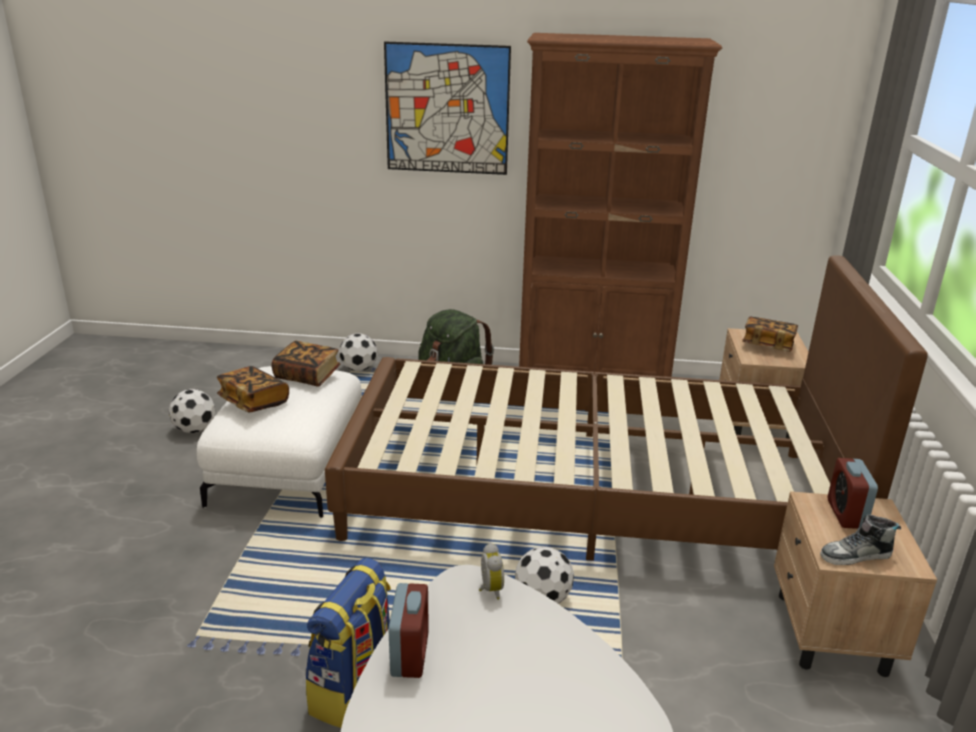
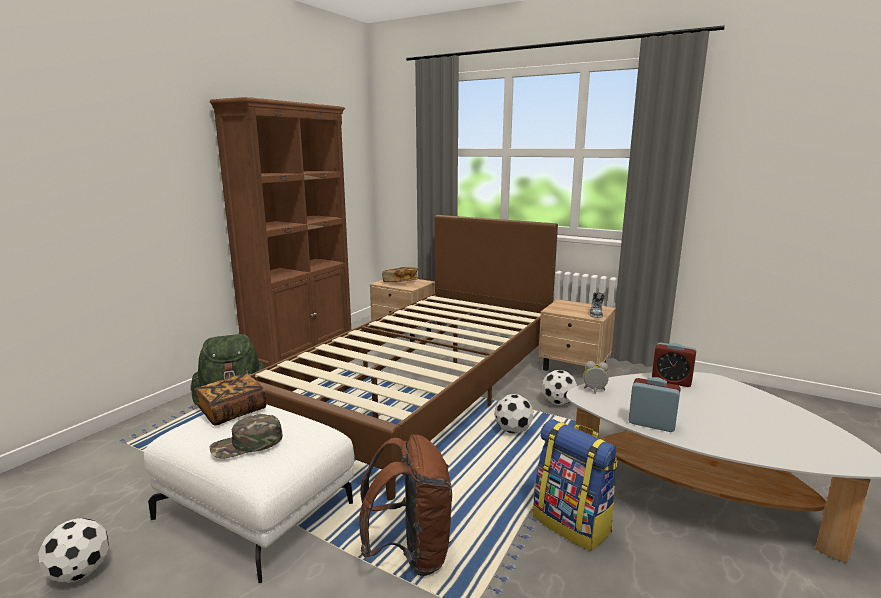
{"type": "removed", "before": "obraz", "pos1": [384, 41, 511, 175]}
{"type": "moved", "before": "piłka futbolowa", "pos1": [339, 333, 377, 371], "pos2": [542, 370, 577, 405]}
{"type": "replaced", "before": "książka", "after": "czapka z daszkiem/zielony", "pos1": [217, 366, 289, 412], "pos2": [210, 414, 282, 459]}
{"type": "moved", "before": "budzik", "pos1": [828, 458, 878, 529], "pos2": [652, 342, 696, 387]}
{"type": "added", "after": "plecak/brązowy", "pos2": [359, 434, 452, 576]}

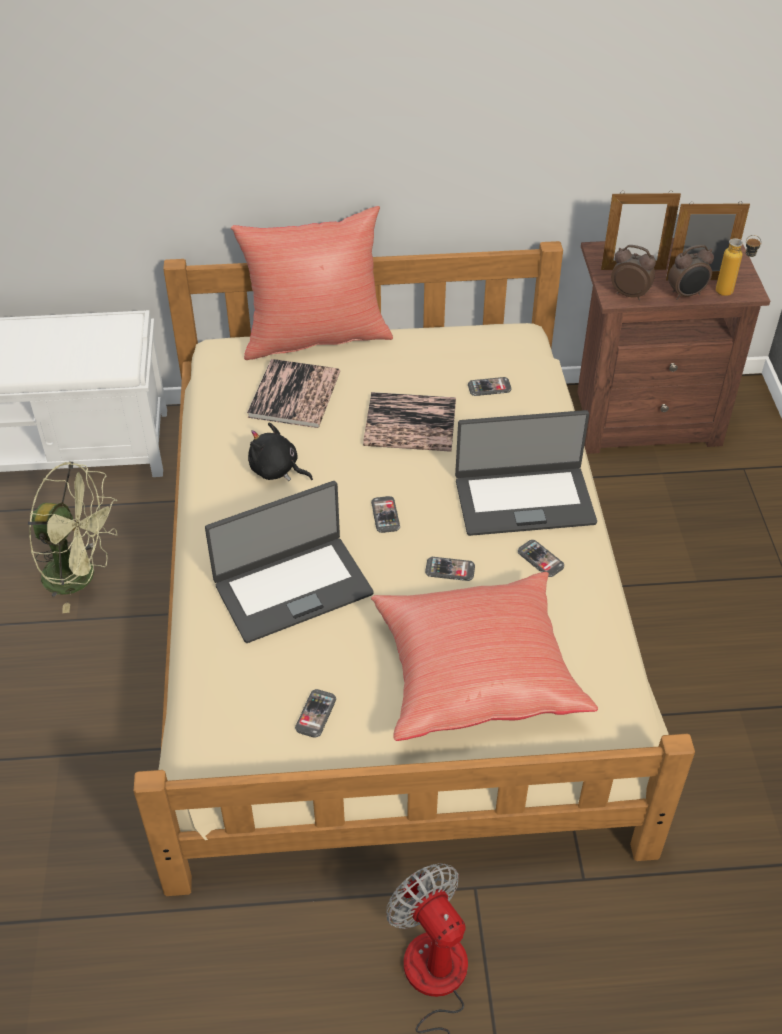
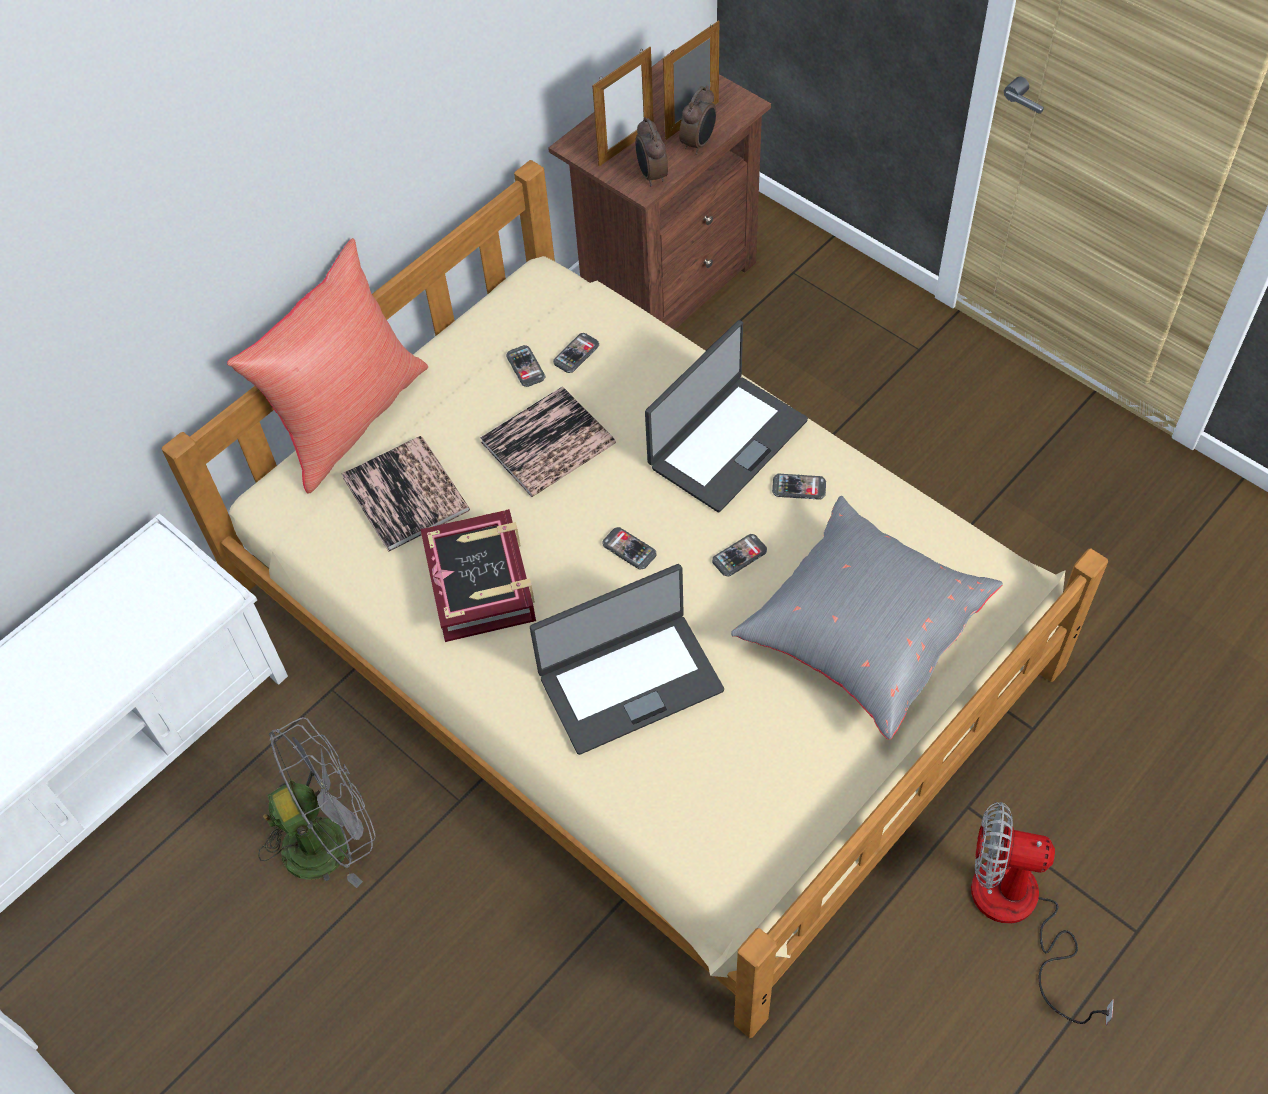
{"type": "removed", "before": "butelka", "pos1": [716, 235, 762, 296]}
{"type": "turned", "before": "budzik", "pos1": [611, 245, 656, 300], "pos2": [635, 117, 668, 187], "turn": -90}
{"type": "replaced", "before": "pluszak/czarny", "after": "książka", "pos1": [248, 423, 313, 481], "pos2": [420, 509, 536, 642]}
{"type": "recoloured", "before": "wentylator/zielony", "after": "wentylator/szary", "pos1": [28, 462, 117, 613], "pos2": [258, 717, 376, 888]}
{"type": "turned", "before": "laptop", "pos1": [205, 481, 374, 643], "pos2": [530, 564, 724, 755], "turn": 45}
{"type": "recoloured", "before": "poduszka/czerwony", "after": "poduszka/szary", "pos1": [371, 572, 598, 741], "pos2": [731, 496, 1003, 739]}
{"type": "moved", "before": "telefon", "pos1": [295, 689, 336, 738], "pos2": [506, 345, 546, 387]}

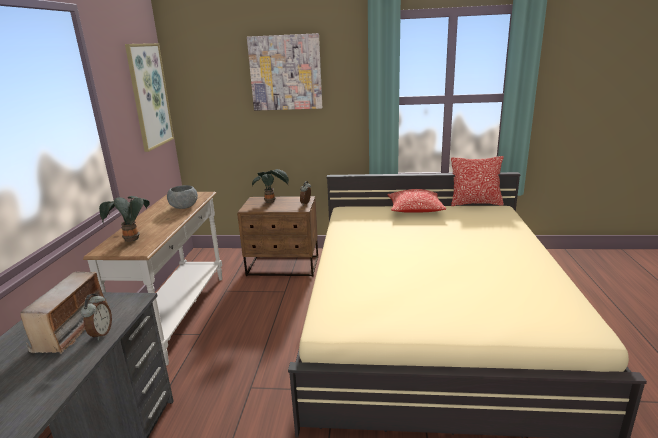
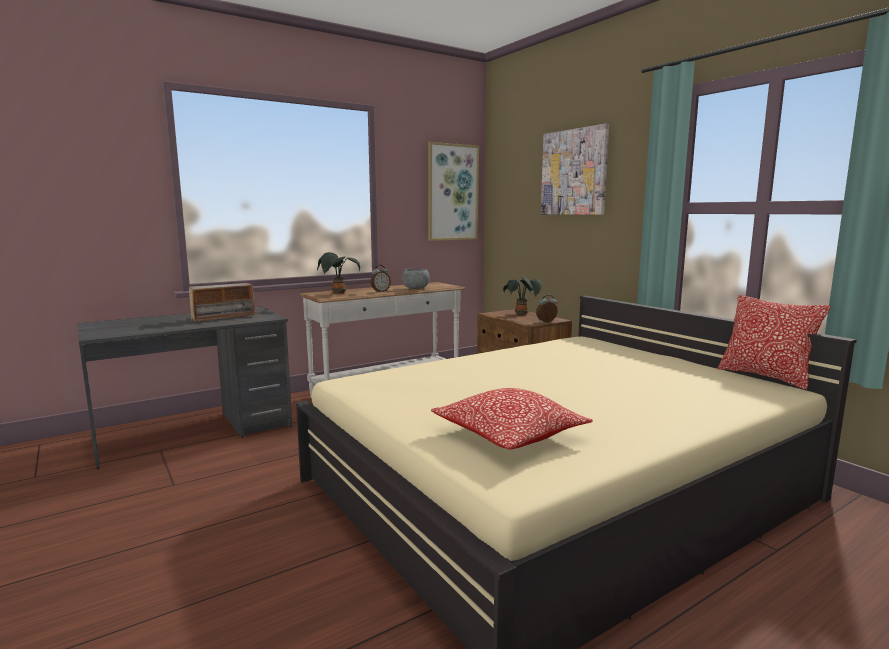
{"type": "moved", "before": "poduszka", "pos1": [388, 189, 446, 213], "pos2": [431, 388, 593, 449]}
{"type": "moved", "before": "budzik", "pos1": [81, 294, 112, 340], "pos2": [371, 265, 391, 292]}

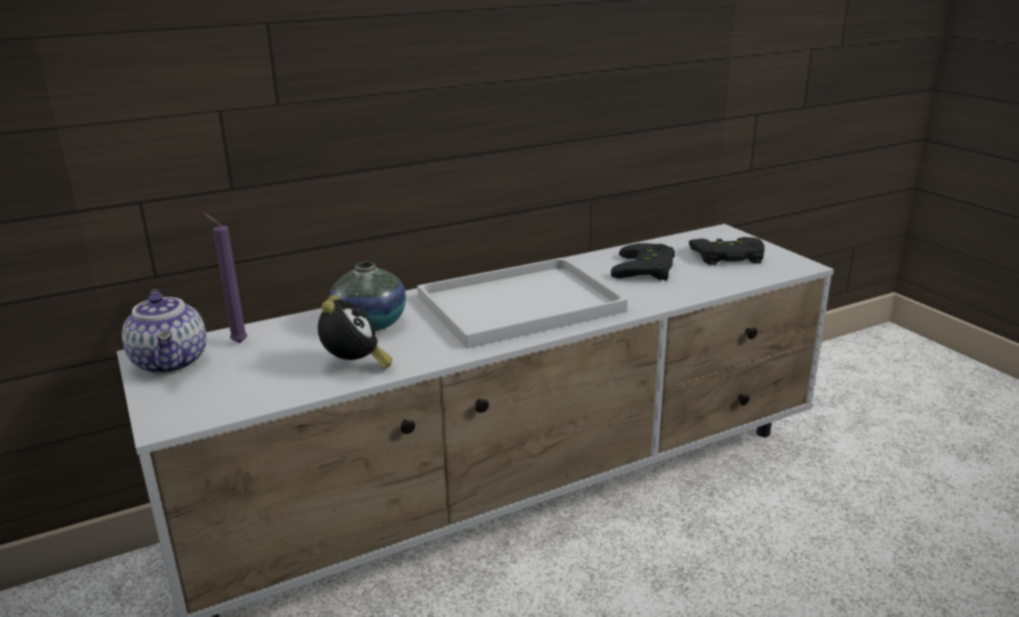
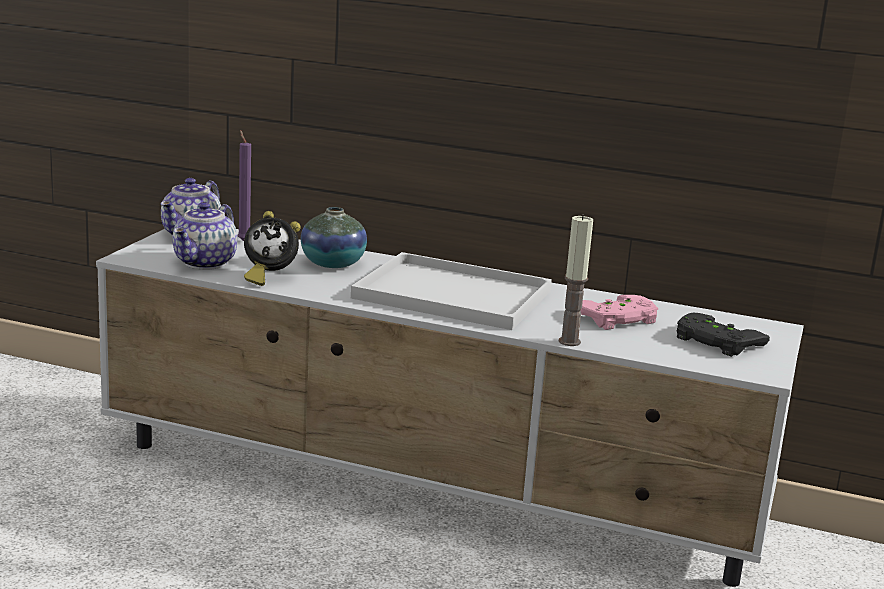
{"type": "recoloured", "before": "pad do gier/czarny", "after": "pad do gier/różowy", "pos1": [611, 243, 675, 281], "pos2": [581, 295, 658, 330]}
{"type": "turned", "before": "budzik", "pos1": [318, 295, 392, 369], "pos2": [244, 211, 301, 286], "turn": 60}
{"type": "added", "after": "imbryk", "pos2": [172, 202, 237, 270]}
{"type": "added", "after": "świeca", "pos2": [559, 215, 593, 346]}

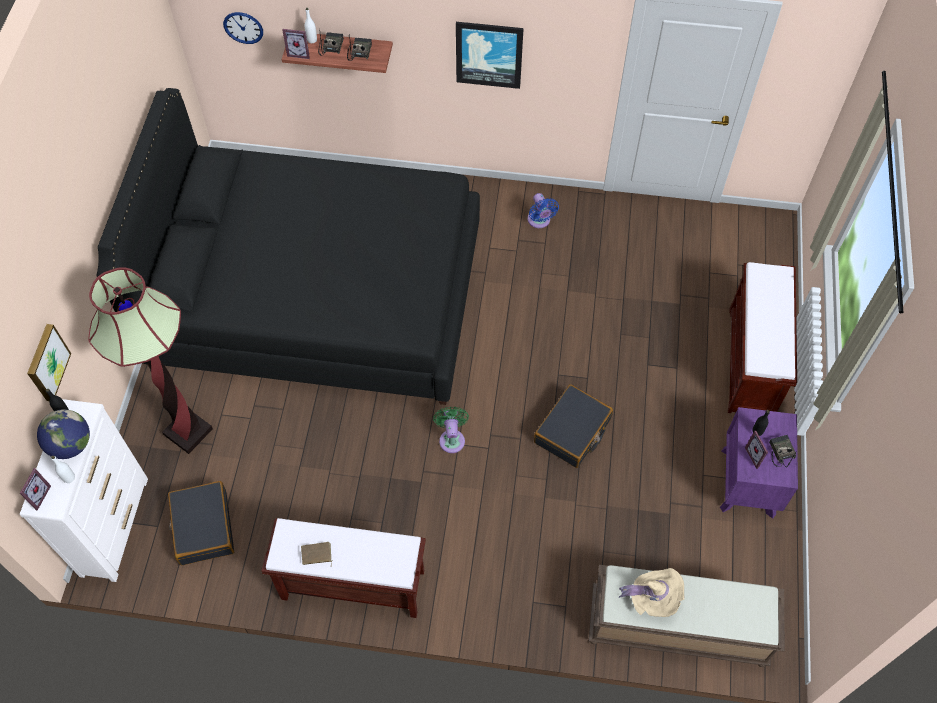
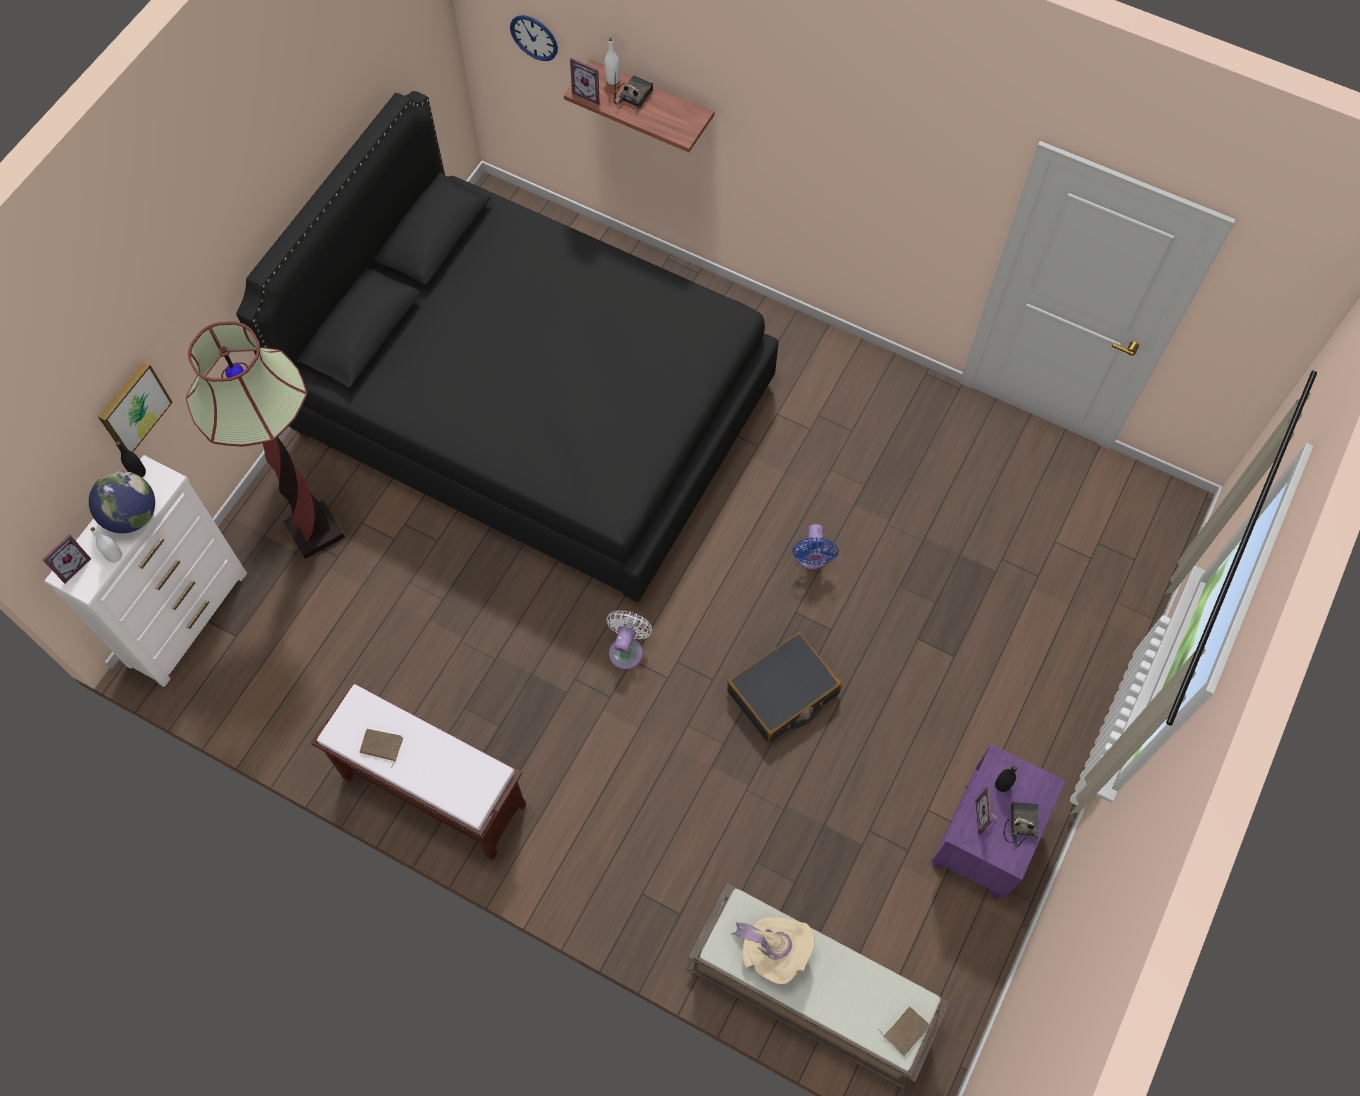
{"type": "removed", "before": "obraz", "pos1": [456, 22, 524, 89]}
{"type": "removed", "before": "radio", "pos1": [347, 34, 372, 61]}
{"type": "moved", "before": "wentylator/niebieski", "pos1": [528, 193, 559, 228], "pos2": [792, 524, 839, 570]}
{"type": "removed", "before": "ławka/brązowy", "pos1": [728, 262, 797, 413]}
{"type": "recoloured", "before": "wentylator/zielony", "after": "wentylator/biały", "pos1": [433, 407, 469, 453], "pos2": [607, 610, 652, 670]}
{"type": "removed", "before": "walizka/czarny", "pos1": [168, 481, 234, 565]}
{"type": "added", "after": "książka/brązowy", "pos2": [878, 1006, 930, 1055]}

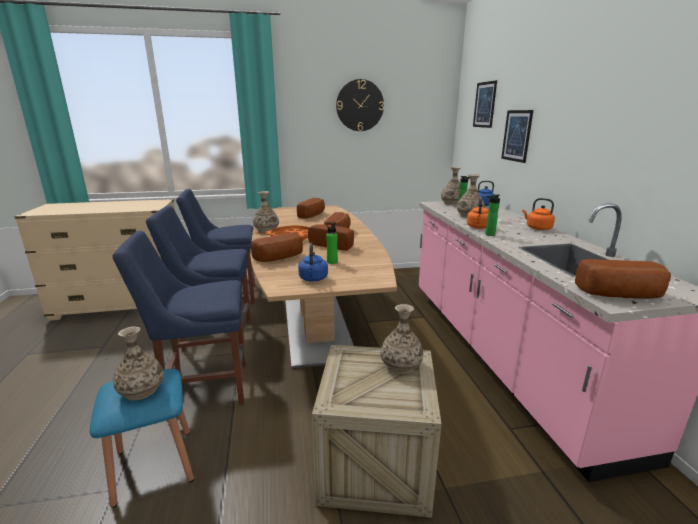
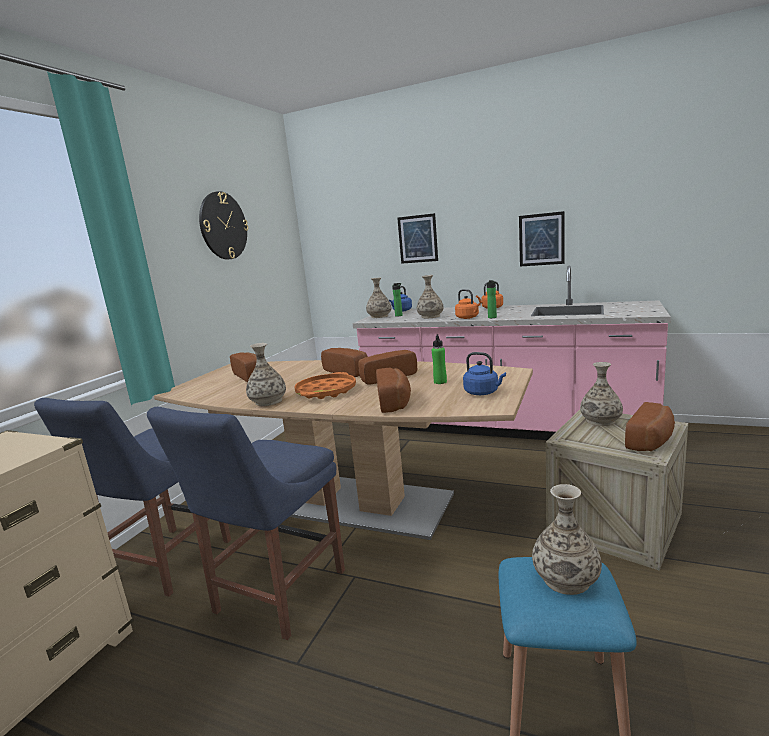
{"type": "moved", "before": "obraz", "pos1": [473, 80, 497, 128], "pos2": [519, 211, 565, 267]}
{"type": "removed", "before": "krzesło/niebieski", "pos1": [112, 231, 245, 405]}
{"type": "moved", "before": "chleb", "pos1": [575, 259, 671, 299], "pos2": [625, 402, 675, 451]}

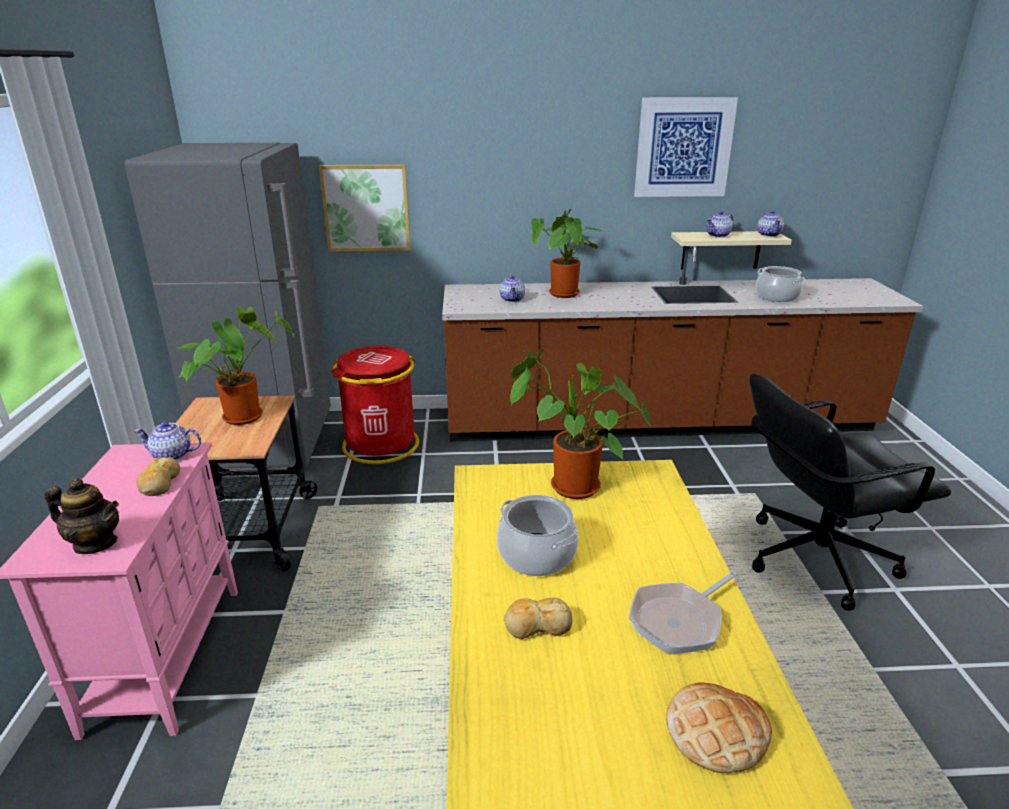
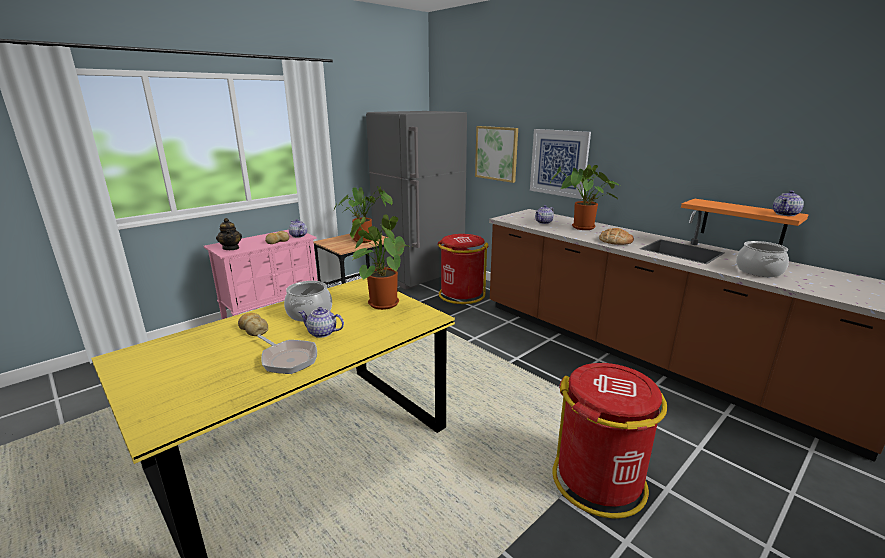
{"type": "moved", "before": "obraz", "pos1": [634, 97, 738, 197], "pos2": [530, 129, 591, 199]}
{"type": "moved", "before": "imbryk", "pos1": [706, 211, 733, 238], "pos2": [299, 307, 344, 338]}
{"type": "recoloured", "before": "półka/beżowy", "after": "półka/pomarańczowy", "pos1": [671, 231, 792, 269], "pos2": [681, 199, 808, 245]}
{"type": "replaced", "before": "krzesło biurowe/czarny", "after": "kosz na śmieci/czerwony", "pos1": [750, 373, 951, 611], "pos2": [552, 363, 667, 519]}
{"type": "turned", "before": "patelnia", "pos1": [629, 571, 737, 654], "pos2": [257, 334, 317, 374], "turn": -150}
{"type": "moved", "before": "chleb", "pos1": [666, 682, 772, 773], "pos2": [599, 228, 634, 245]}

